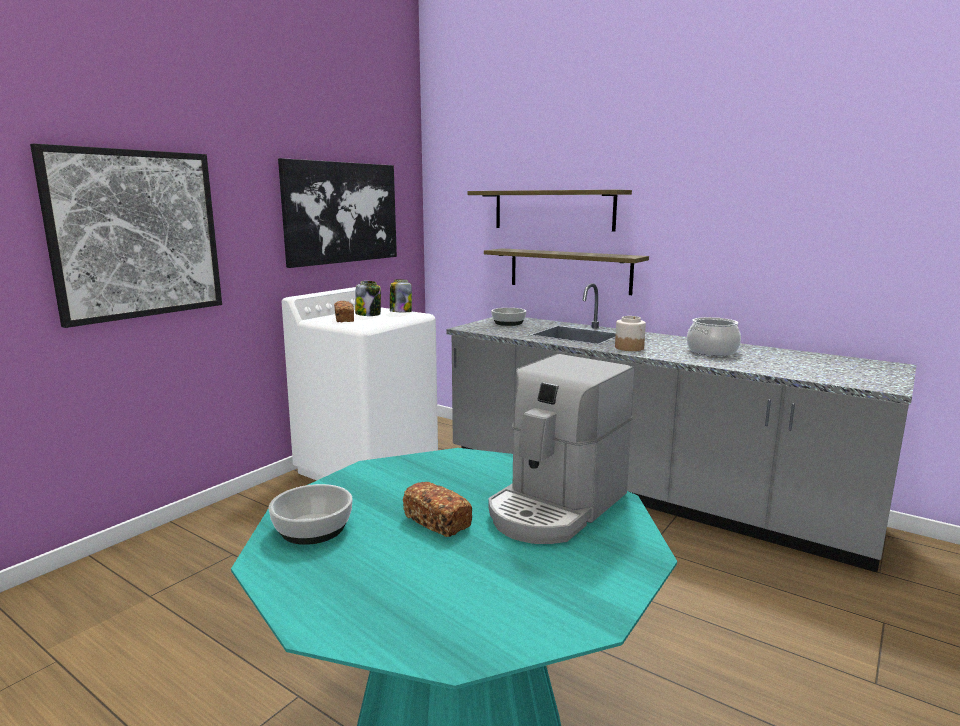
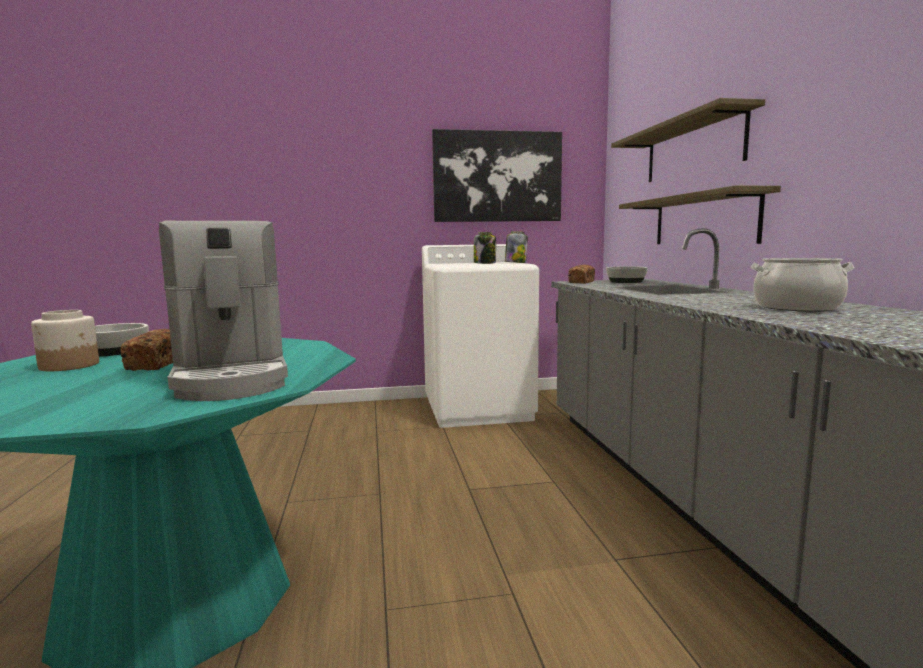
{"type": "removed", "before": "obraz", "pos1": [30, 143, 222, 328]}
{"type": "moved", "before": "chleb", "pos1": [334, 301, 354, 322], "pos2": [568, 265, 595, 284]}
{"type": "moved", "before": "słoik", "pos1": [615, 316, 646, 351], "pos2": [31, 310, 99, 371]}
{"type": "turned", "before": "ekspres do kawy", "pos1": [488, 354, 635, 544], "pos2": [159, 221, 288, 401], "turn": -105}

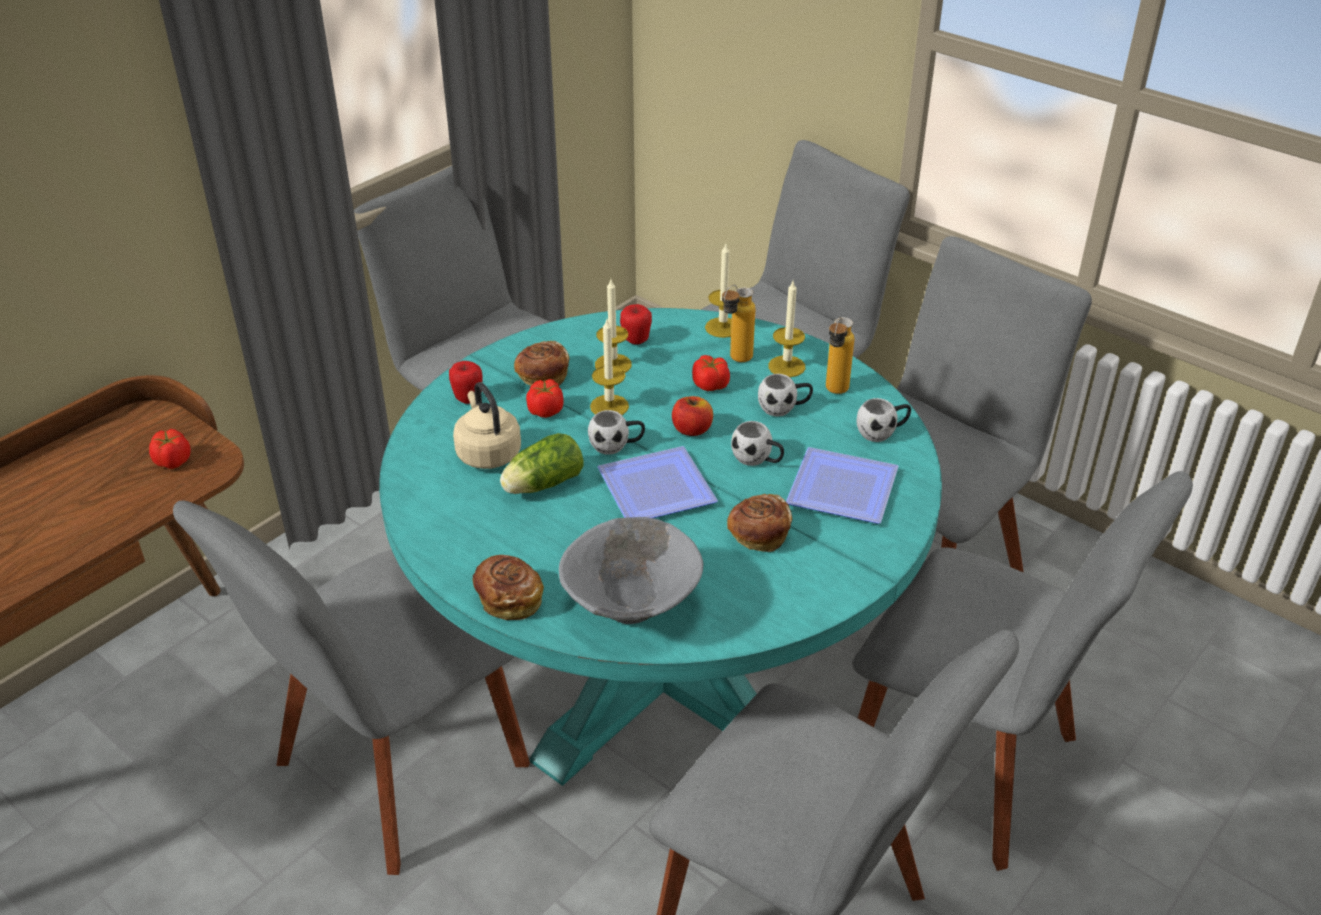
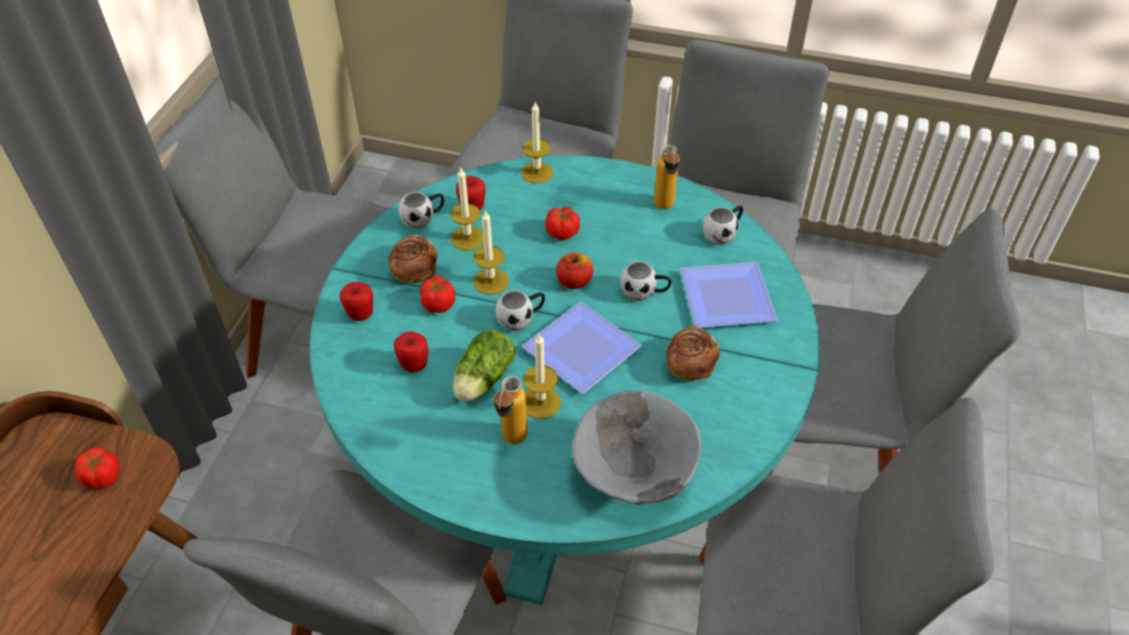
{"type": "moved", "before": "świeca", "pos1": [768, 281, 805, 377], "pos2": [523, 333, 561, 419]}
{"type": "moved", "before": "butelka", "pos1": [722, 285, 755, 362], "pos2": [493, 376, 527, 444]}
{"type": "moved", "before": "kubek/biały", "pos1": [758, 374, 813, 416], "pos2": [398, 192, 444, 229]}
{"type": "replaced", "before": "czajnik/beżowy", "after": "jabłko", "pos1": [453, 382, 521, 469], "pos2": [394, 332, 428, 372]}
{"type": "removed", "before": "chleb", "pos1": [473, 555, 544, 620]}

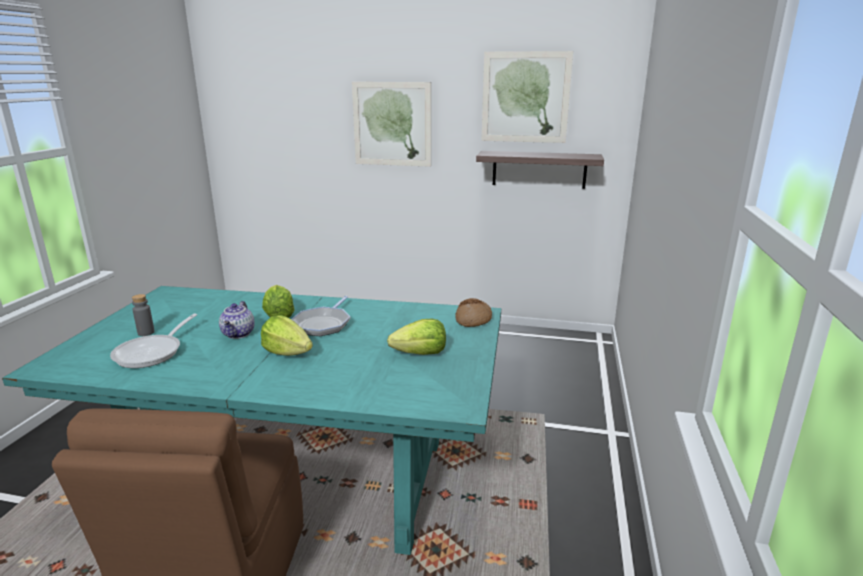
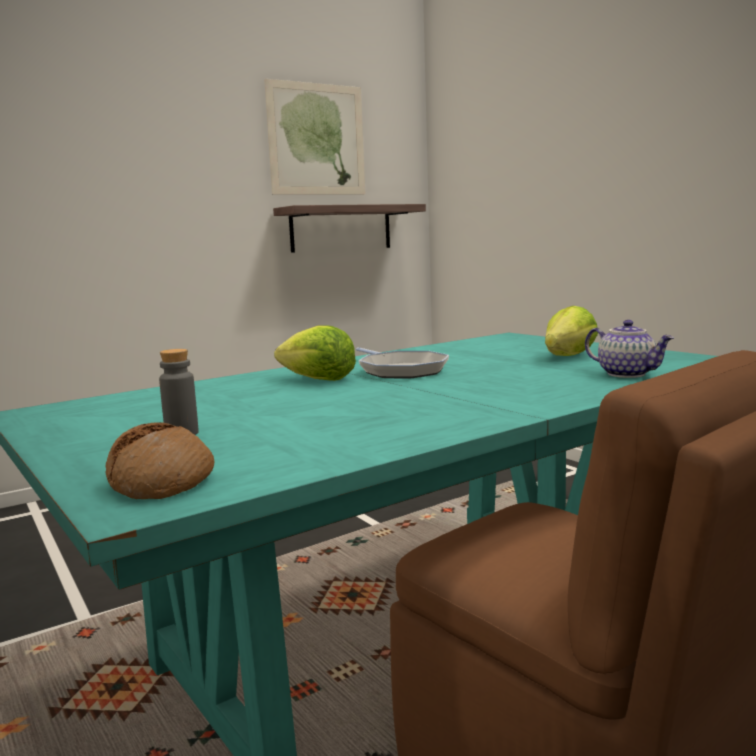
{"type": "removed", "before": "obraz", "pos1": [352, 82, 431, 167]}
{"type": "moved", "before": "chleb", "pos1": [455, 298, 492, 327], "pos2": [106, 422, 214, 499]}
{"type": "moved", "before": "imbryk", "pos1": [219, 301, 255, 339], "pos2": [585, 320, 674, 378]}
{"type": "removed", "before": "patelnia", "pos1": [110, 313, 197, 368]}
{"type": "removed", "before": "sałata", "pos1": [261, 315, 313, 356]}

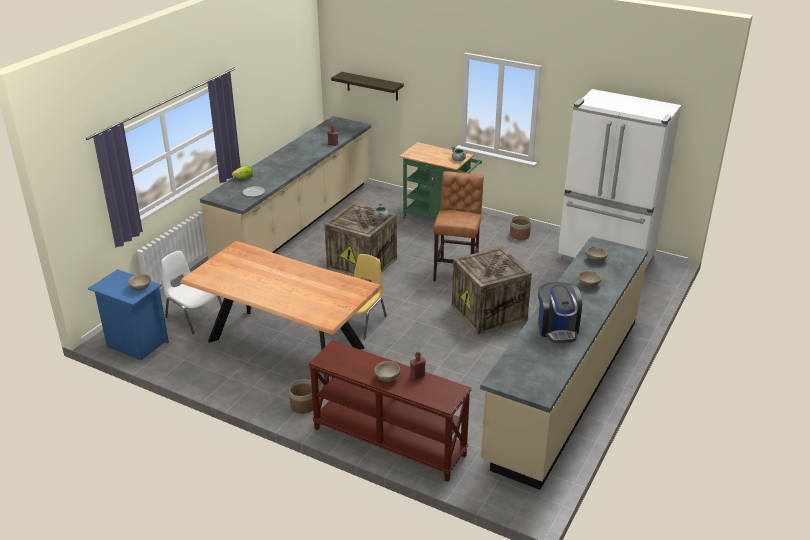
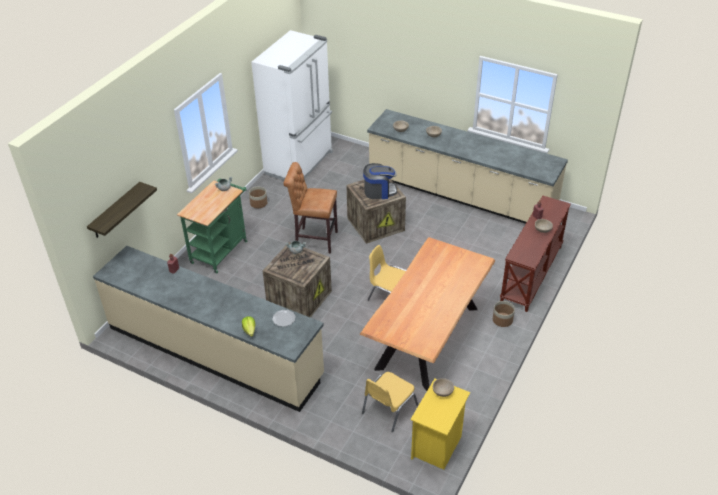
{"type": "recoloured", "before": "krzesło/biały", "after": "krzesło/żółty", "pos1": [161, 251, 222, 334], "pos2": [362, 372, 418, 432]}
{"type": "recoloured", "before": "szafka nocna/niebieski", "after": "szafka nocna/żółty", "pos1": [88, 269, 169, 360], "pos2": [410, 378, 470, 470]}
{"type": "moved", "before": "ekspres do kawy", "pos1": [538, 282, 582, 343], "pos2": [363, 163, 397, 199]}

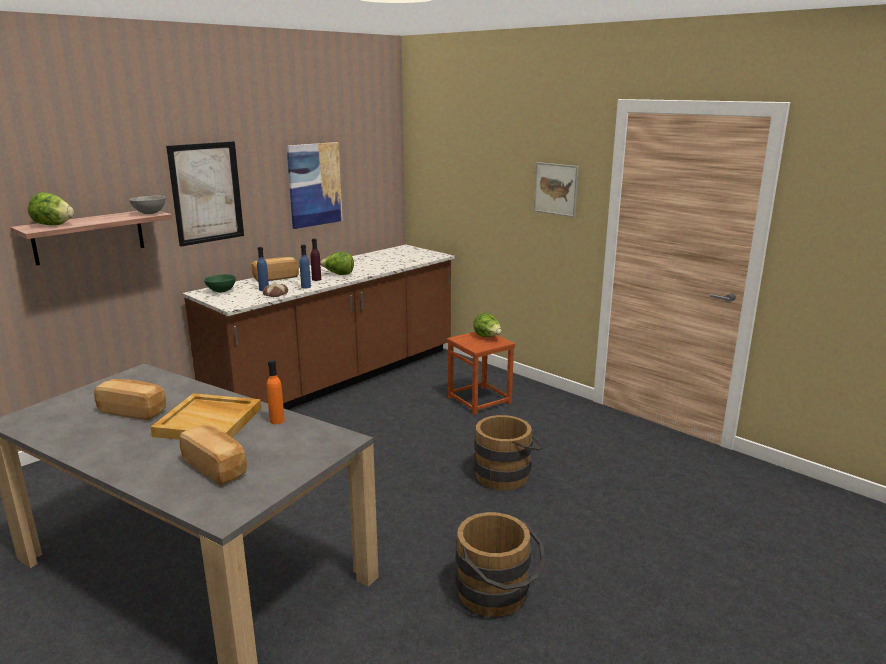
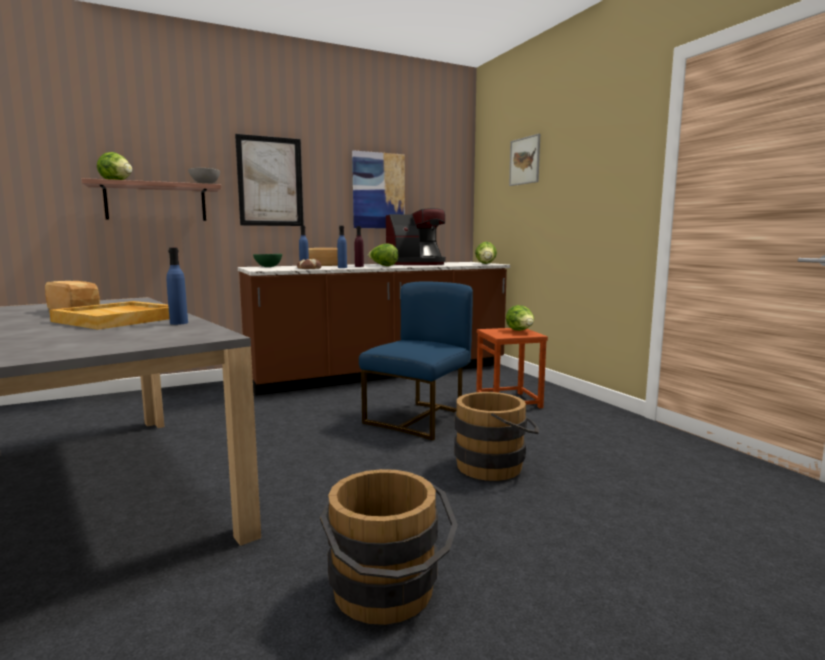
{"type": "moved", "before": "obraz", "pos1": [534, 162, 579, 217], "pos2": [509, 134, 540, 186]}
{"type": "recoloured", "before": "butelka/pomarańczowy", "after": "butelka/niebieski", "pos1": [267, 360, 285, 424], "pos2": [166, 248, 188, 325]}
{"type": "removed", "before": "chleb", "pos1": [179, 425, 247, 486]}
{"type": "added", "after": "ekspres do kawy", "pos2": [386, 208, 446, 265]}
{"type": "added", "after": "sałata", "pos2": [475, 242, 497, 264]}
{"type": "added", "after": "krzesło/niebieski", "pos2": [359, 282, 473, 441]}

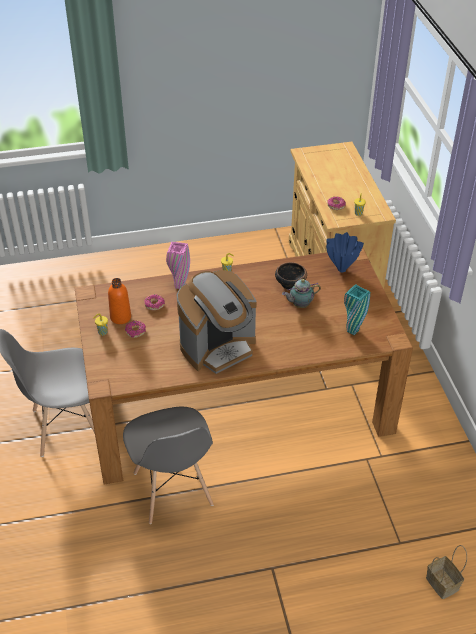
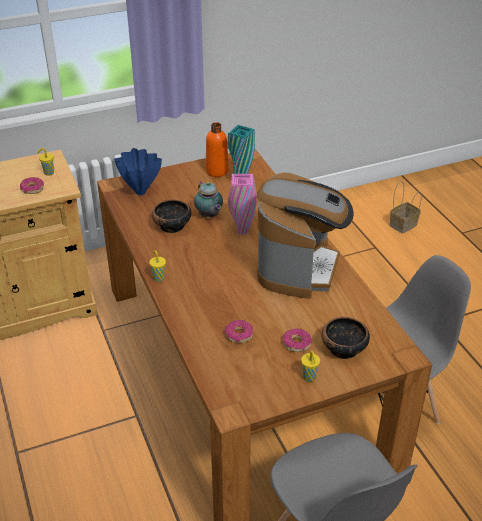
{"type": "moved", "before": "wazon/różowy", "pos1": [166, 242, 190, 289], "pos2": [228, 174, 257, 234]}
{"type": "turned", "before": "ekspres do kawy", "pos1": [177, 270, 257, 374], "pos2": [257, 172, 354, 299], "turn": 60}
{"type": "moved", "before": "butelka/pomarańczowy", "pos1": [108, 278, 131, 324], "pos2": [206, 122, 229, 177]}
{"type": "added", "after": "miska", "pos2": [322, 317, 370, 359]}

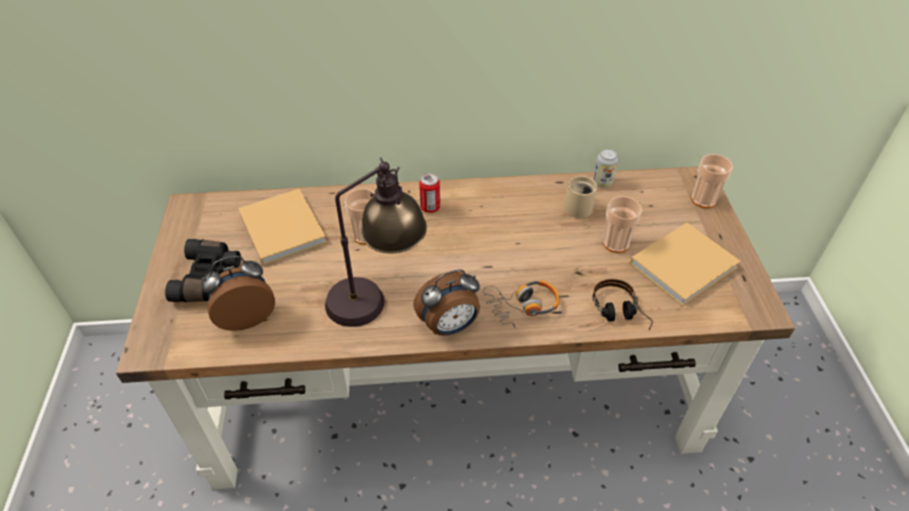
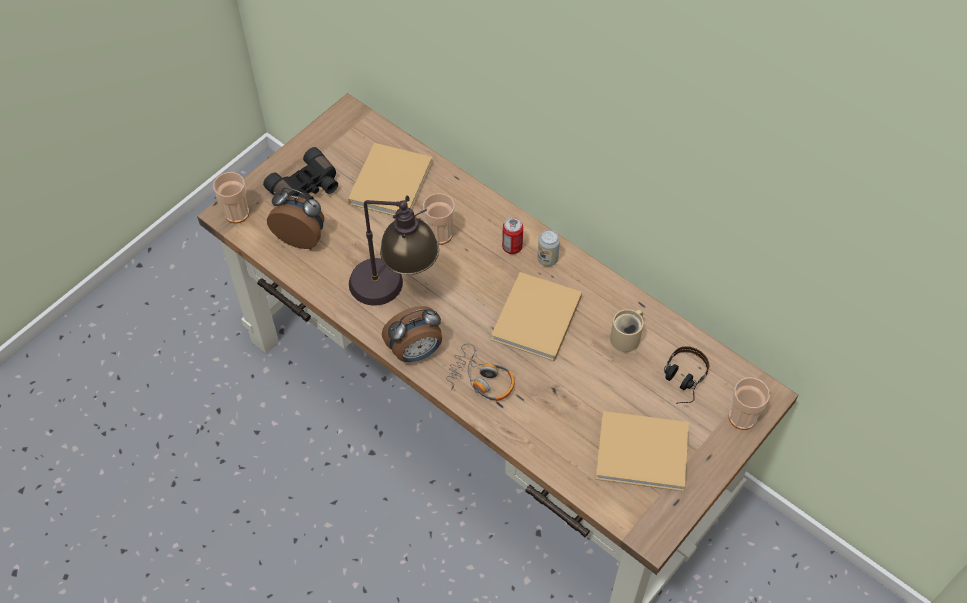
{"type": "moved", "before": "puszka", "pos1": [593, 149, 618, 187], "pos2": [537, 230, 560, 267]}
{"type": "moved", "before": "filiżanka", "pos1": [603, 197, 642, 253], "pos2": [213, 172, 249, 223]}
{"type": "turned", "before": "budzik", "pos1": [413, 269, 480, 336], "pos2": [382, 306, 442, 362], "turn": -45}
{"type": "moved", "before": "słuchawki", "pos1": [592, 279, 653, 330], "pos2": [664, 346, 709, 404]}
{"type": "added", "after": "książka/beżowy", "pos2": [491, 272, 582, 362]}

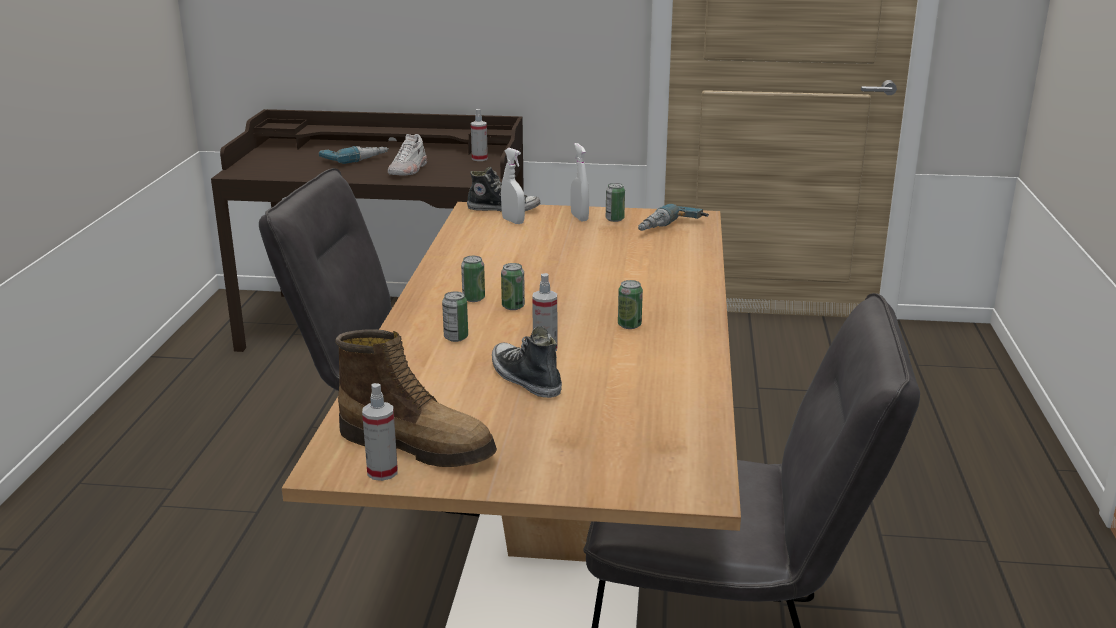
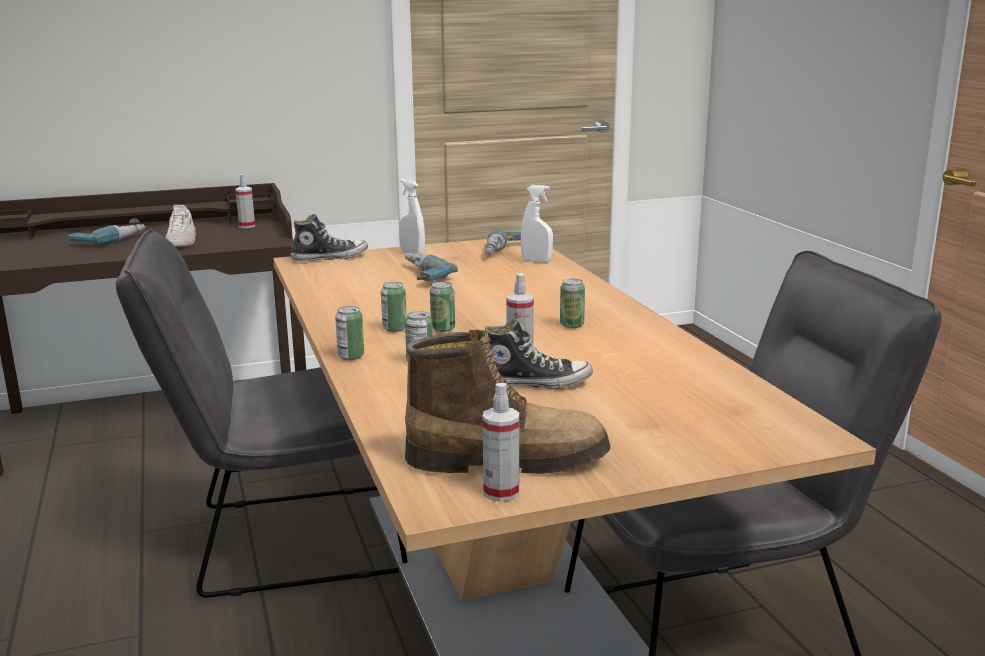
{"type": "moved", "before": "spryskiwacz/biały", "pos1": [501, 148, 525, 224], "pos2": [521, 185, 553, 263]}
{"type": "moved", "before": "puszka", "pos1": [606, 183, 625, 222], "pos2": [335, 306, 364, 360]}
{"type": "turned", "before": "but", "pos1": [492, 326, 562, 398], "pos2": [485, 319, 593, 389], "turn": 150}
{"type": "added", "after": "wiertarka", "pos2": [405, 253, 458, 282]}

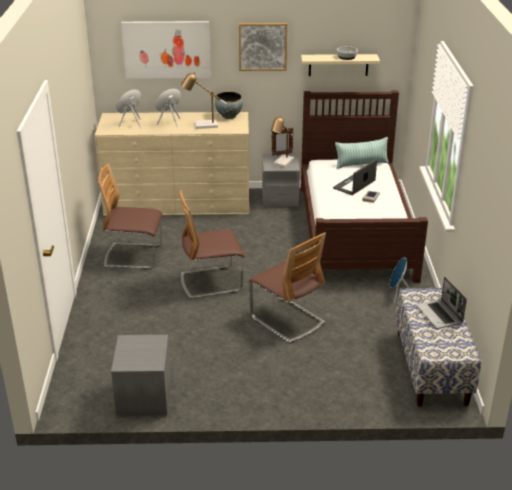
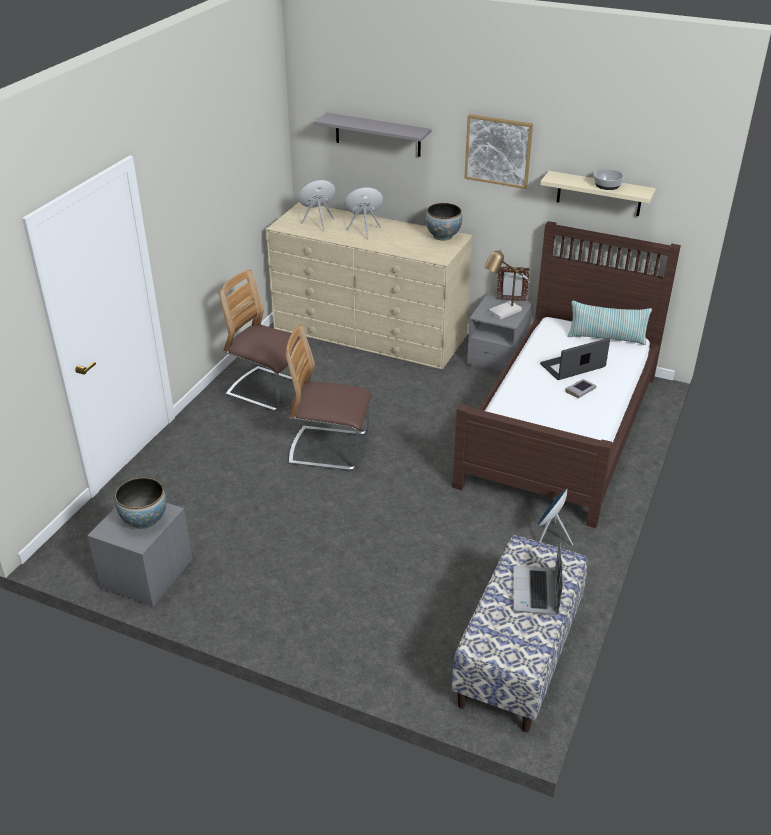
{"type": "replaced", "before": "obraz", "after": "półka/szary", "pos1": [121, 21, 211, 79], "pos2": [314, 113, 432, 157]}
{"type": "removed", "before": "lampa stołowa", "pos1": [181, 72, 226, 129]}
{"type": "removed", "before": "krzesło", "pos1": [249, 232, 326, 343]}
{"type": "added", "after": "miska", "pos2": [115, 478, 166, 529]}

